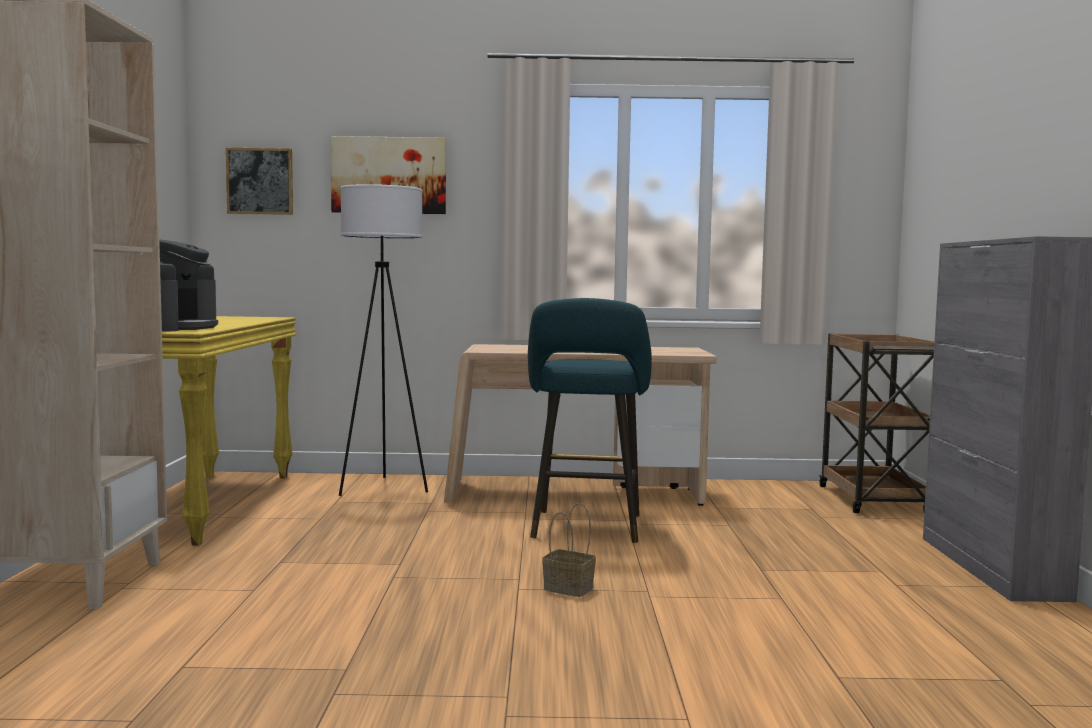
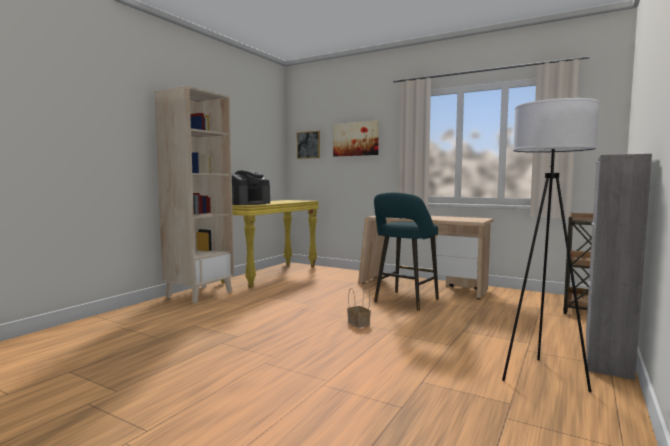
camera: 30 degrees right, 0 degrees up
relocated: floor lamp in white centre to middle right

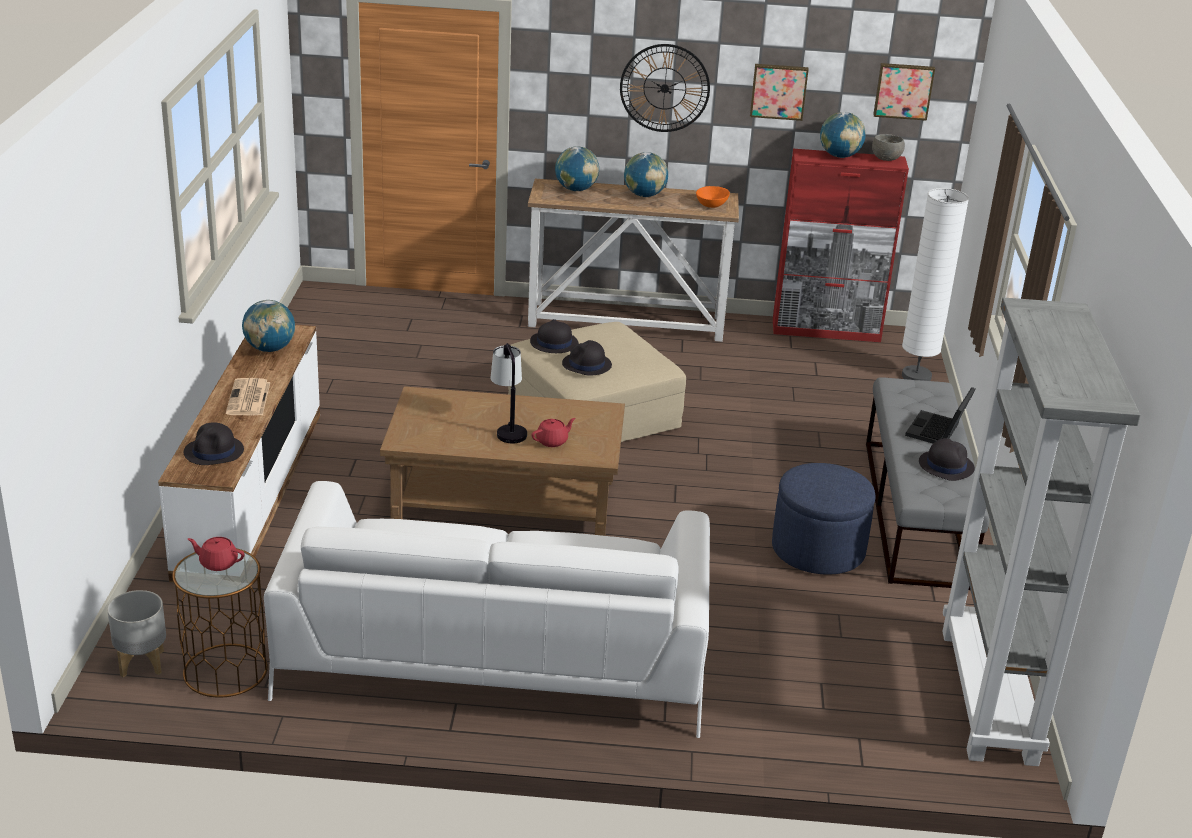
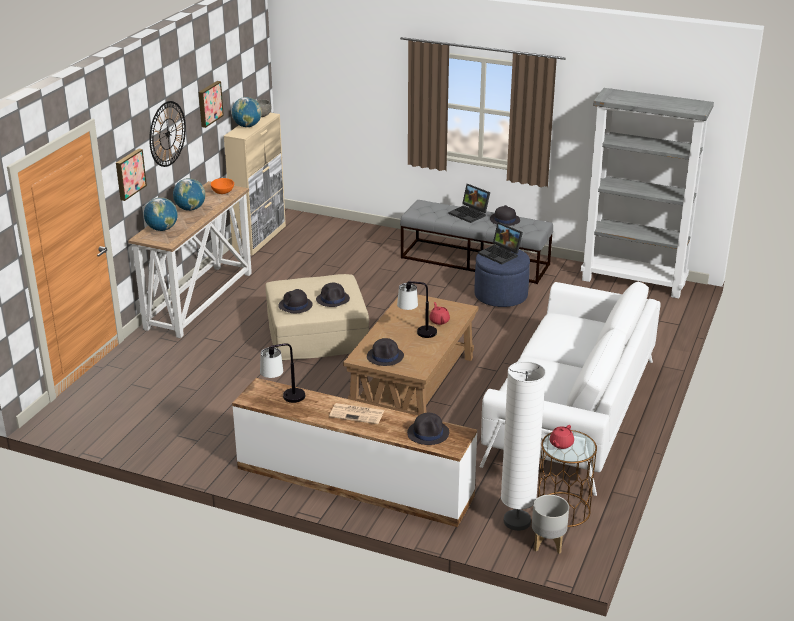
camera: 70 degrees left, 0 degrees up
appeared: hat in black (no. 3 from left) centre; laptop (no. 2 from left) centre
relocated: picture (no. 2 from left in the first image) top right to picture (no. 1 from left) top left; floor lamp in white middle right to bottom centre
exchanged: globe (no. 1 from left) middle left to table lamp (no. 1 from left) centre
colour: cabinet in red top right to cabinet in beige top left

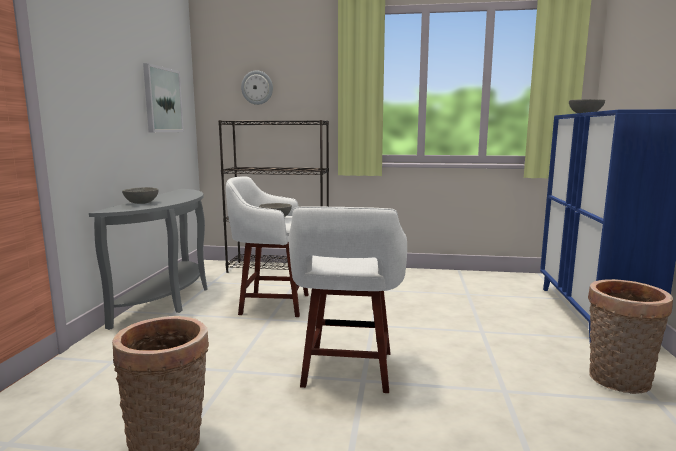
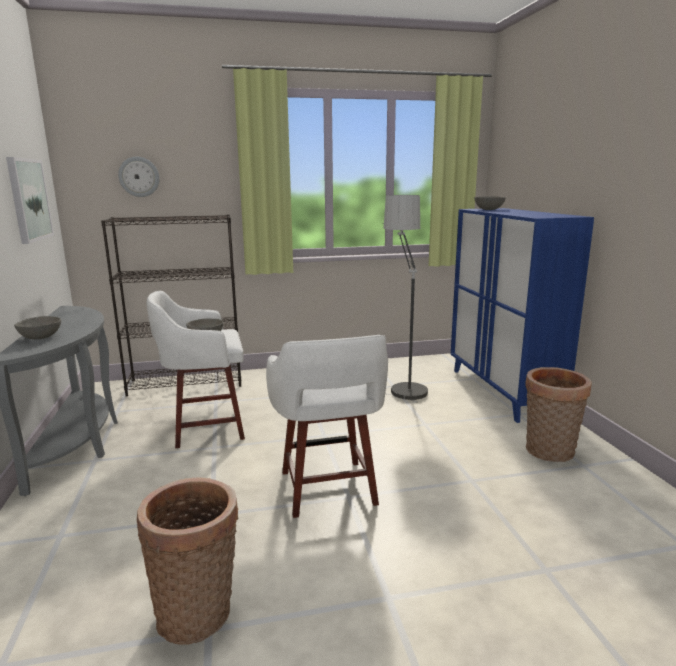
camera: 20 degrees left, 5 degrees up
appeared: floor lamp centre

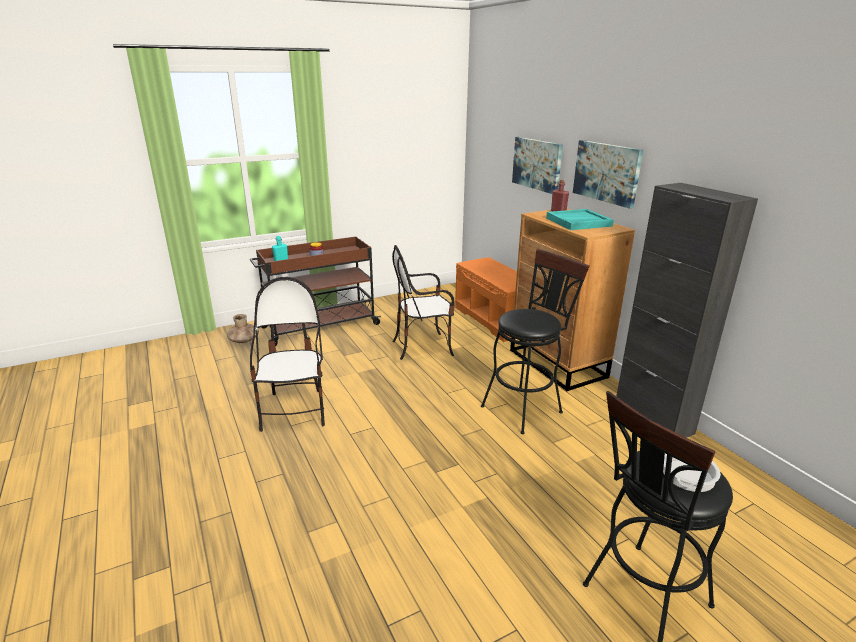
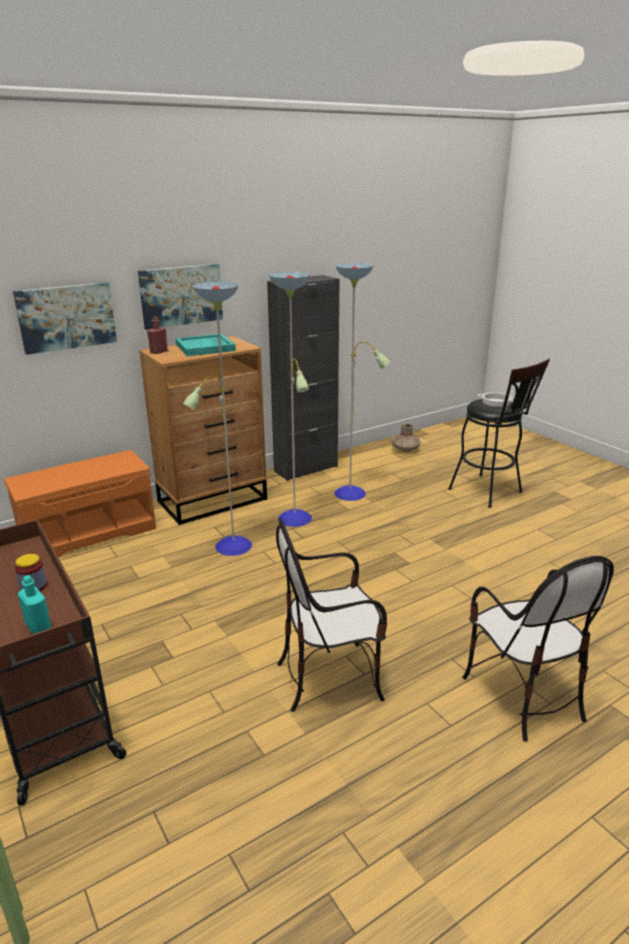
camera: 95 degrees left, 0 degrees up
relocated: vase in brown middle left to centre; chair (no. 2 from left) centre to bottom right
exchanged: stool in black (no. 1 from left) centre to floor lamp centre

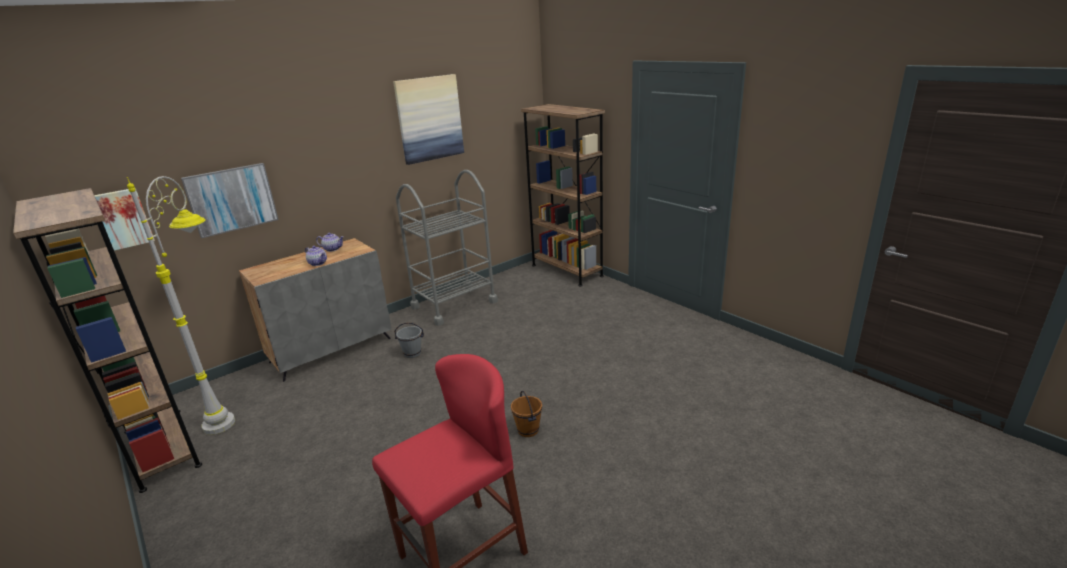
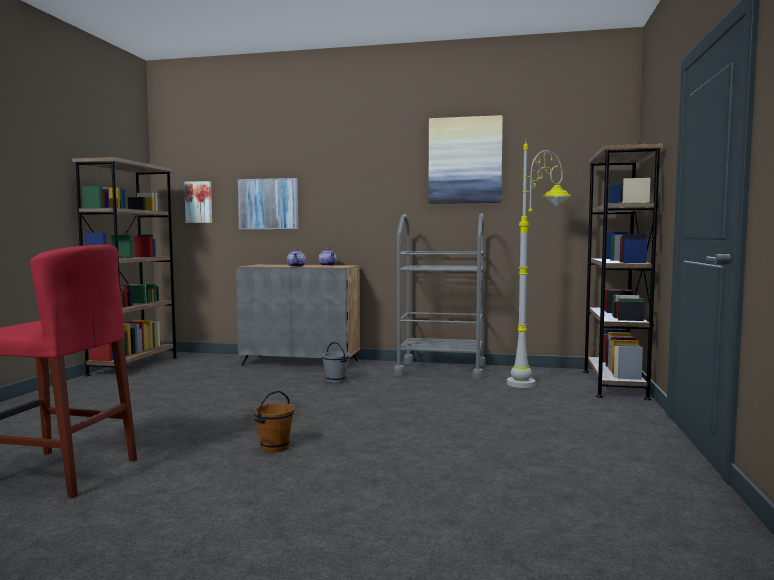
camera: 50 degrees right, 20 degrees down
relocated: floor lamp in grey middle left to middle right

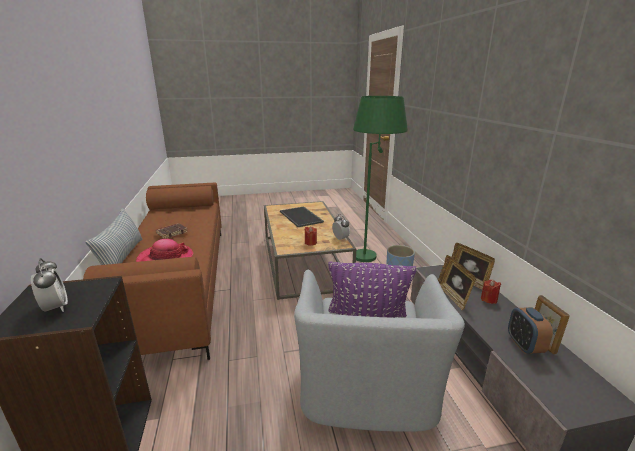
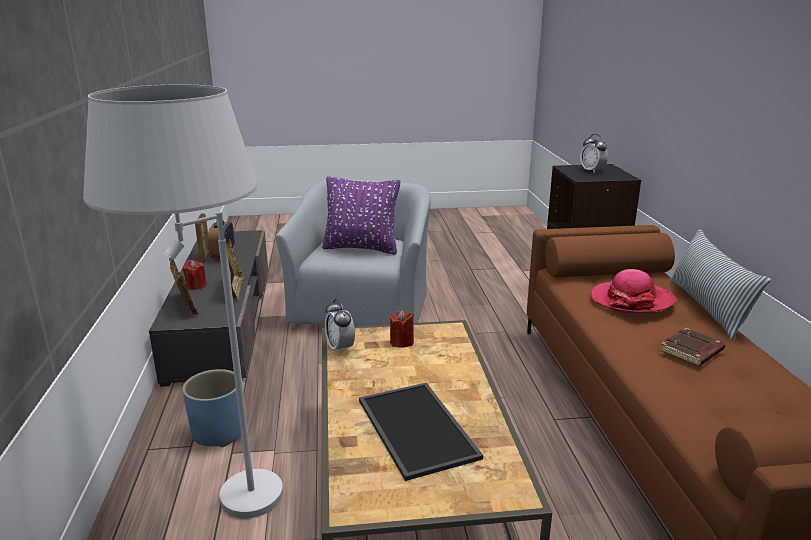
camera: 175 degrees left, 0 degrees up
colour: floor lamp in green centre to floor lamp in white middle left

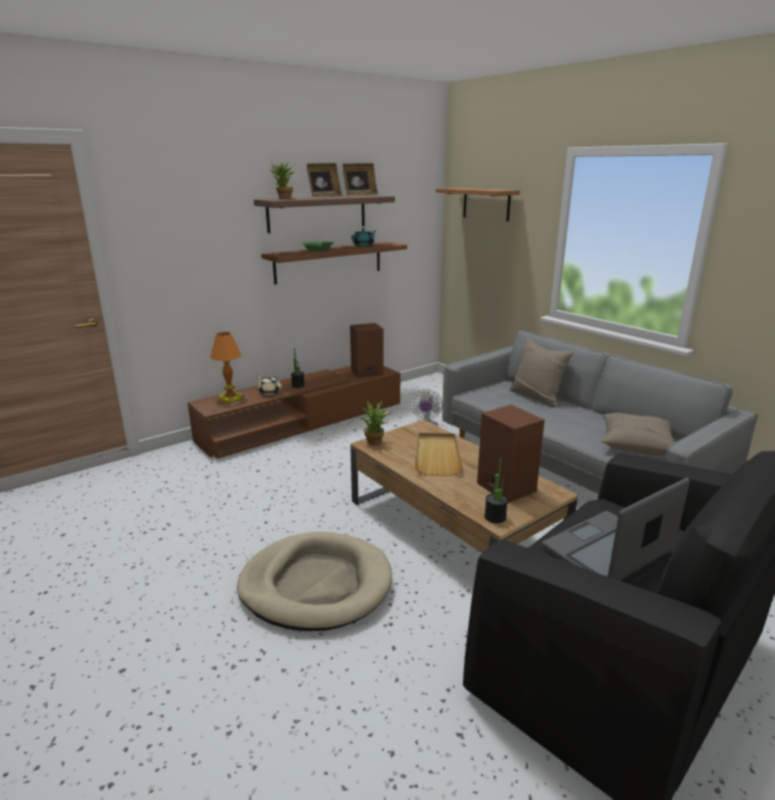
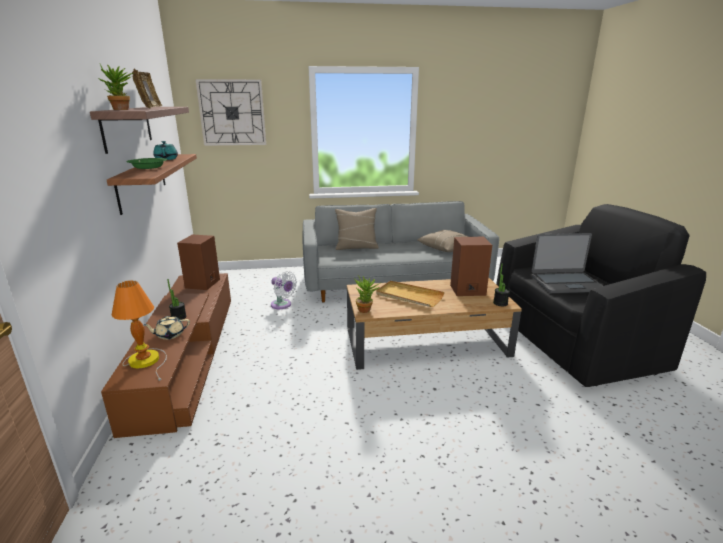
camera: 60 degrees left, 0 degrees up
missing: dog bed in beige bottom centre
exchanged: shelf (no. 3 from left) top centre to wall clock top left
spun: laptop middle right = middle right 90 degrees counterclockwise

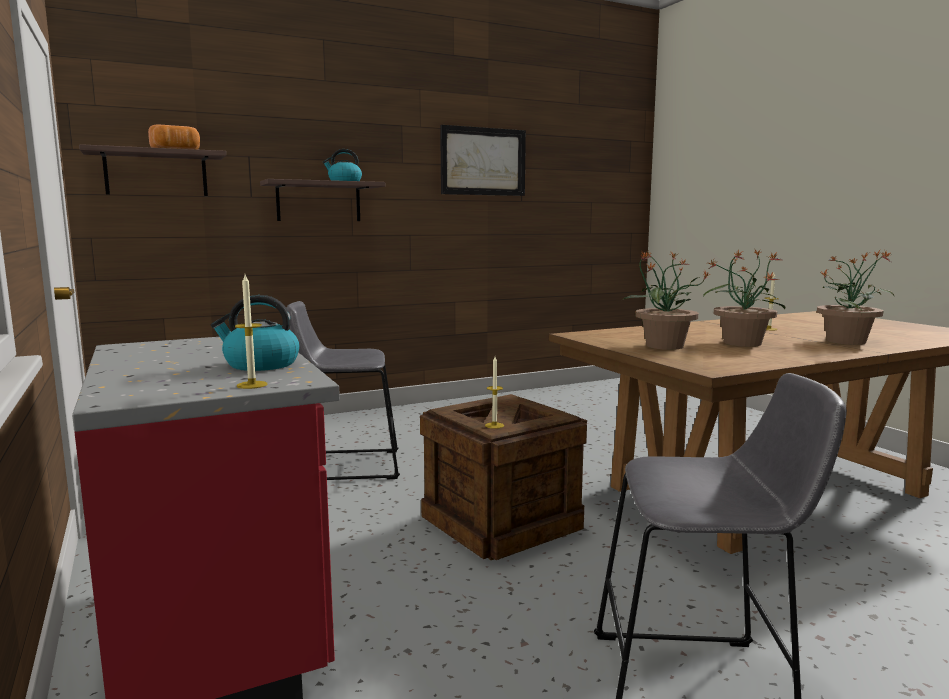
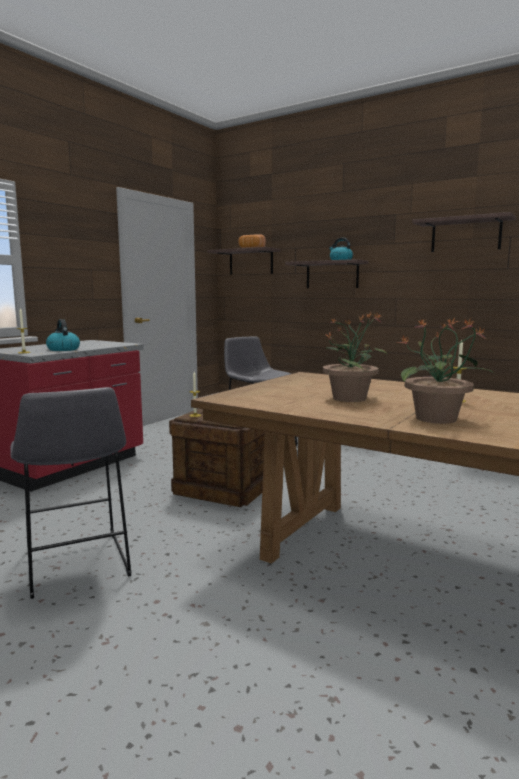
camera: 60 degrees right, 0 degrees up
missing: potted plant (no. 1 from left) middle right
exchanged: picture top centre to shelf (no. 3 from left) top right

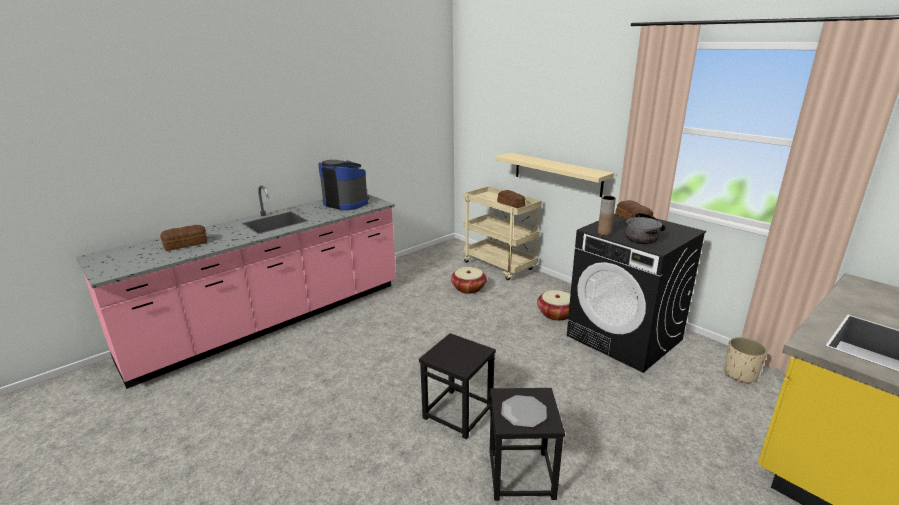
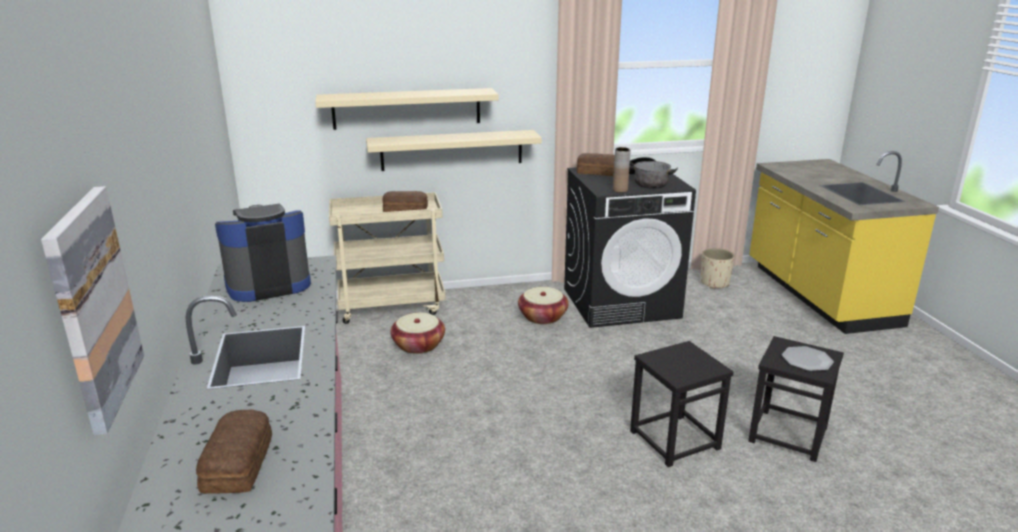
camera: 60 degrees left, 0 degrees up
appeared: picture middle left; shelf in beige (no. 1 from left) top centre

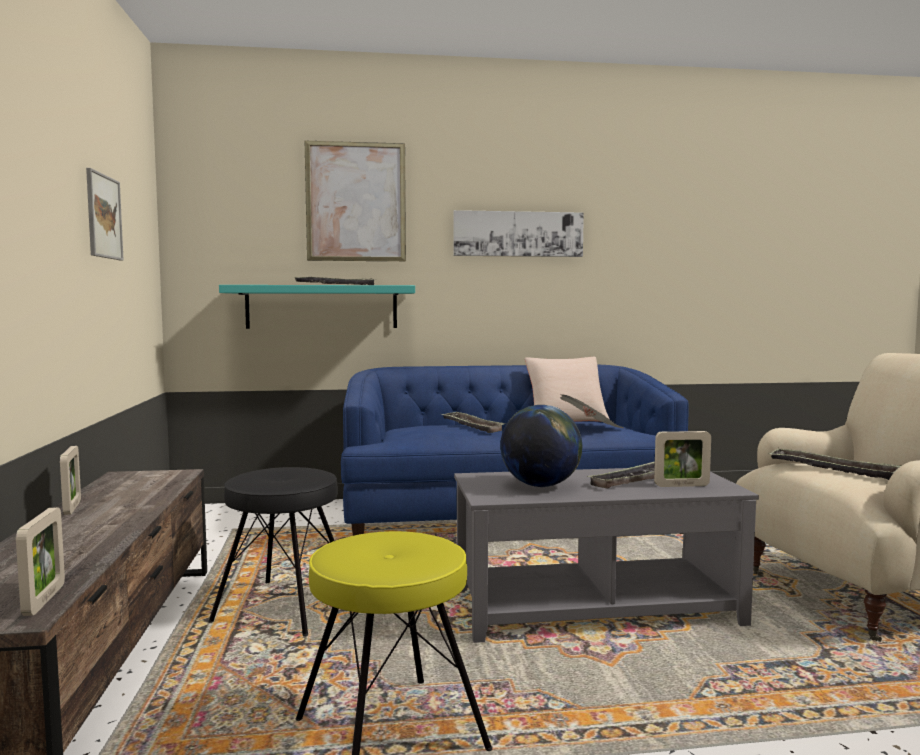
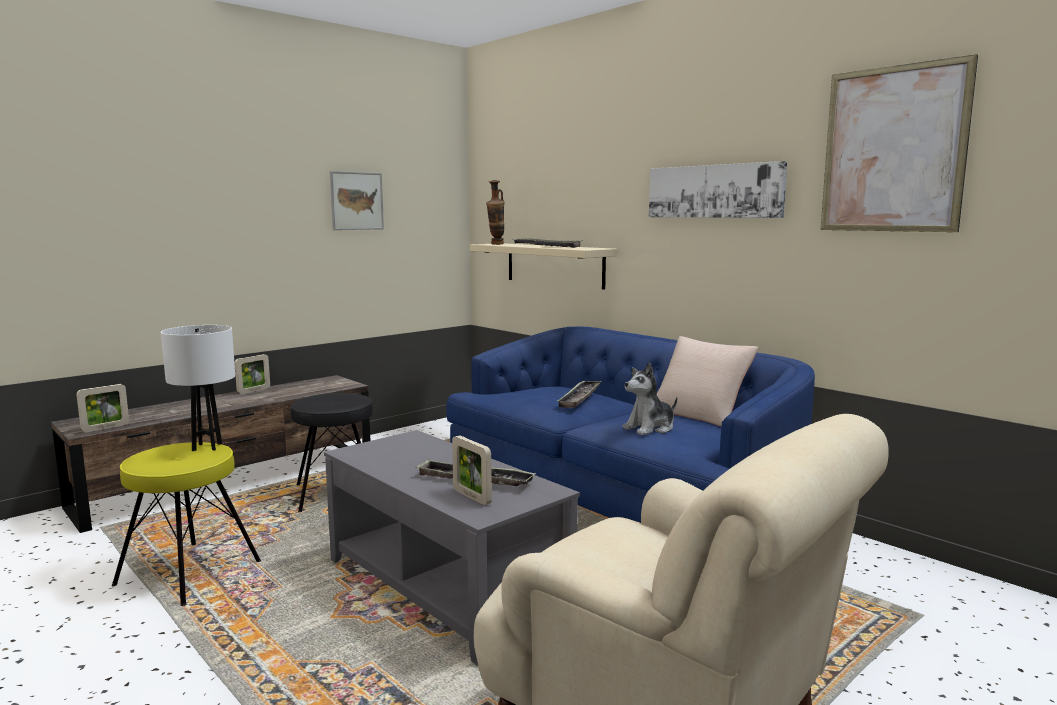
camera: 55 degrees right, 5 degrees up
missing: globe centre; tray (no. 4 from left) middle right
appeared: table lamp in white middle left; vase top centre
relocated: picture (no. 2 from left in the first image) top centre to picture (no. 3 from left) top right
exchanged: newspaper centre to plush toy centre
colour: shelf in turquoise centre to shelf in beige centre

